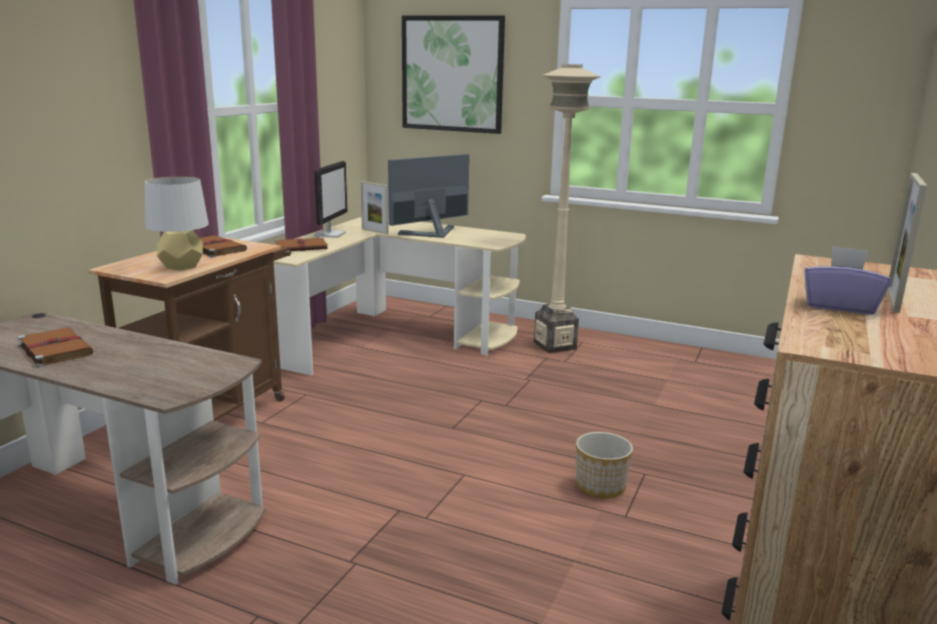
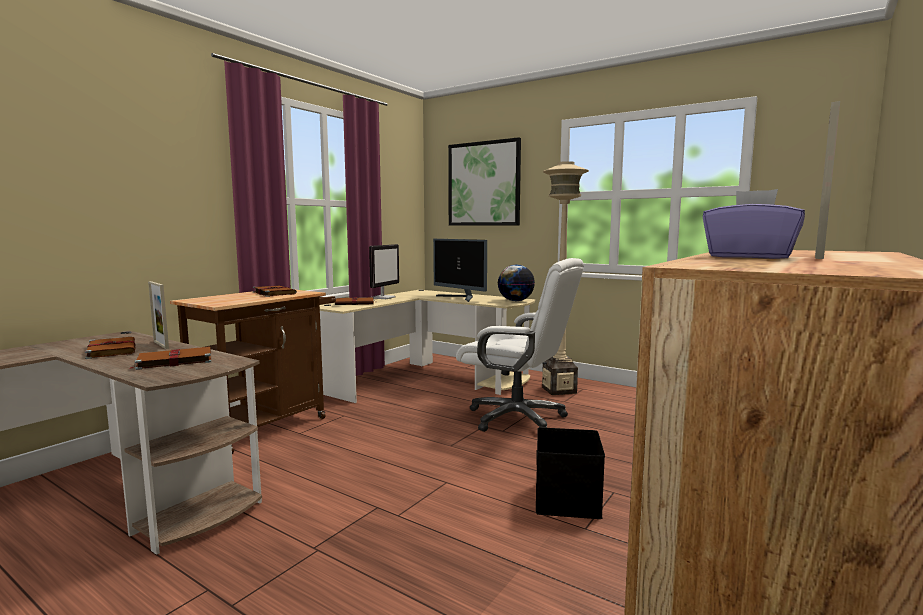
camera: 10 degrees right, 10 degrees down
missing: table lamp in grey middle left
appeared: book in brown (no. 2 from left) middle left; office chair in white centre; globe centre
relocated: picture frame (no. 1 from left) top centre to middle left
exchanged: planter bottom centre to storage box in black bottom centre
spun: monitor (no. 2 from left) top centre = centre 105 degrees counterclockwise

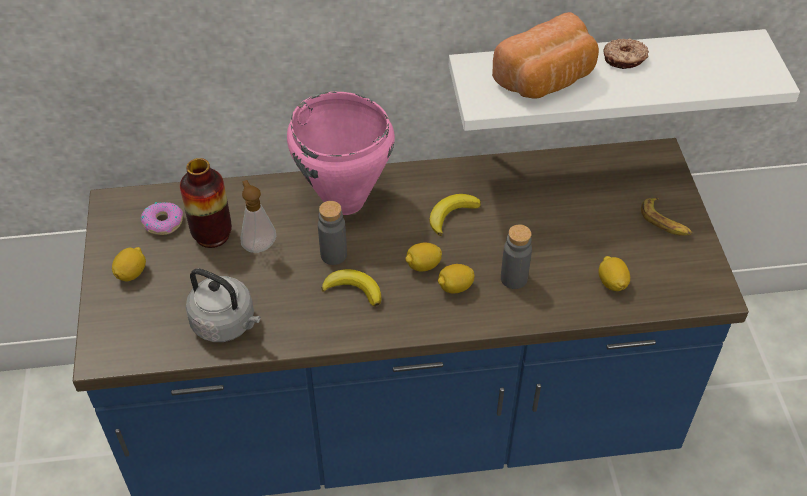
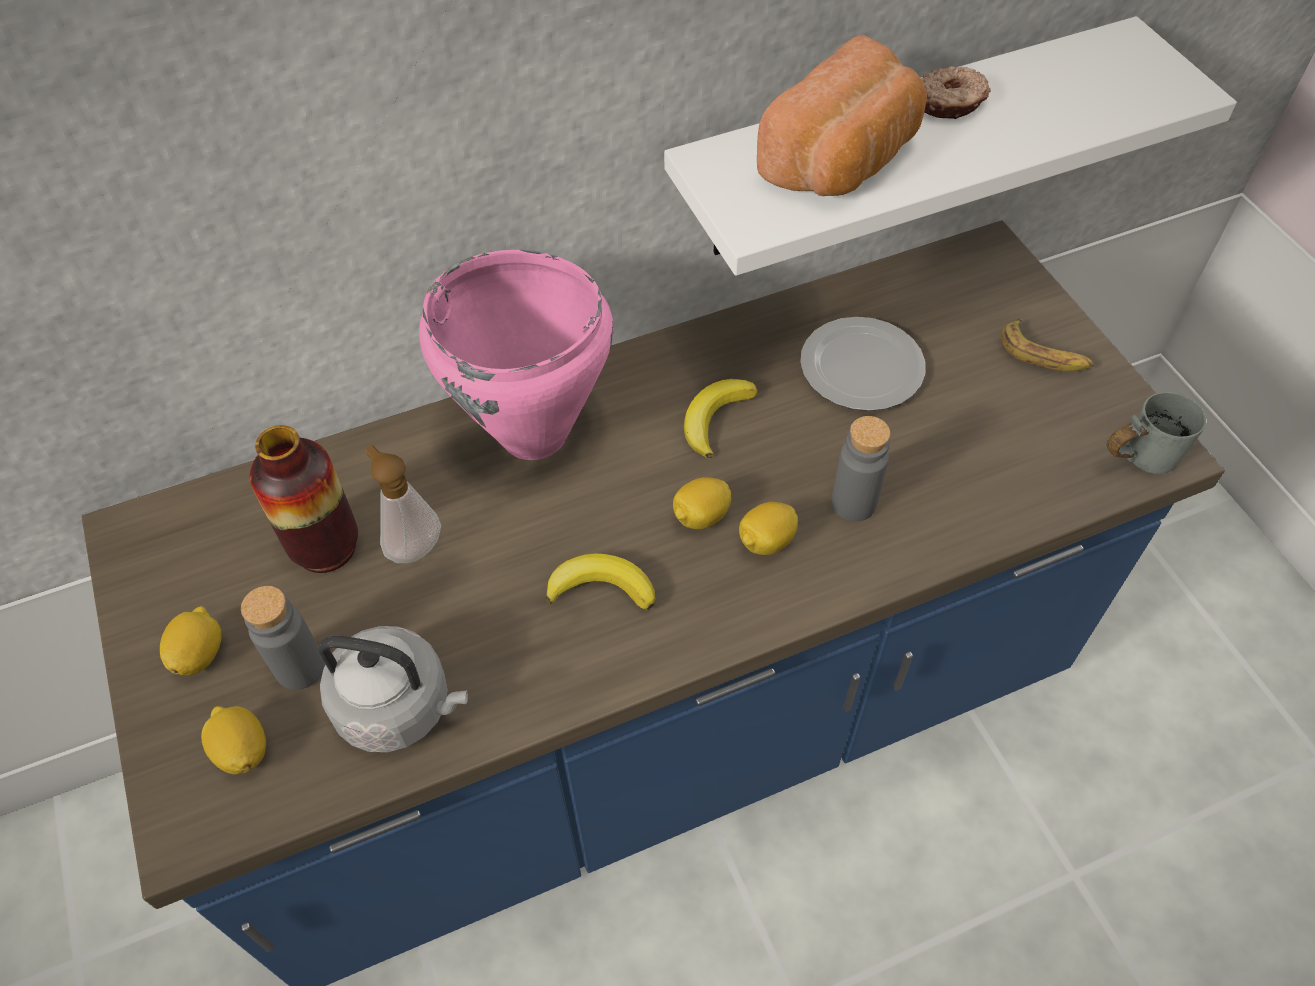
camera: 15 degrees left, 5 degrees up
missing: donut (no. 1 from left) middle left
appeared: plate centre; mug in grey middle right
relocated: bottle in grey (no. 1 from left) centre to middle left; lemon (no. 4 from left in the first image) middle right to lemon (no. 2 from left) bottom left

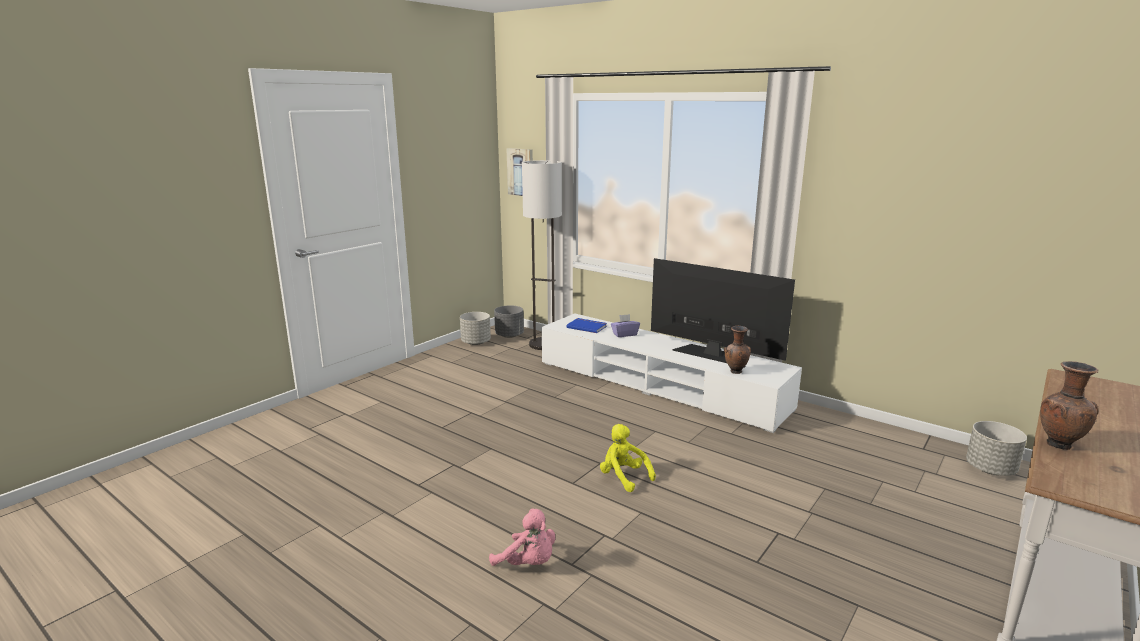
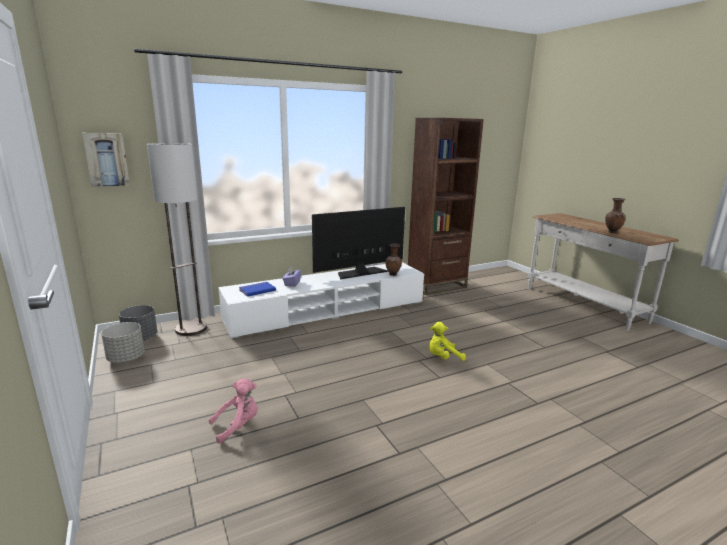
camera: 65 degrees left, 0 degrees up
missing: planter in grey (no. 3 from left) bottom right
appeared: bookcase in brown centre
relocated: plush toy in pink bottom centre to bottom left

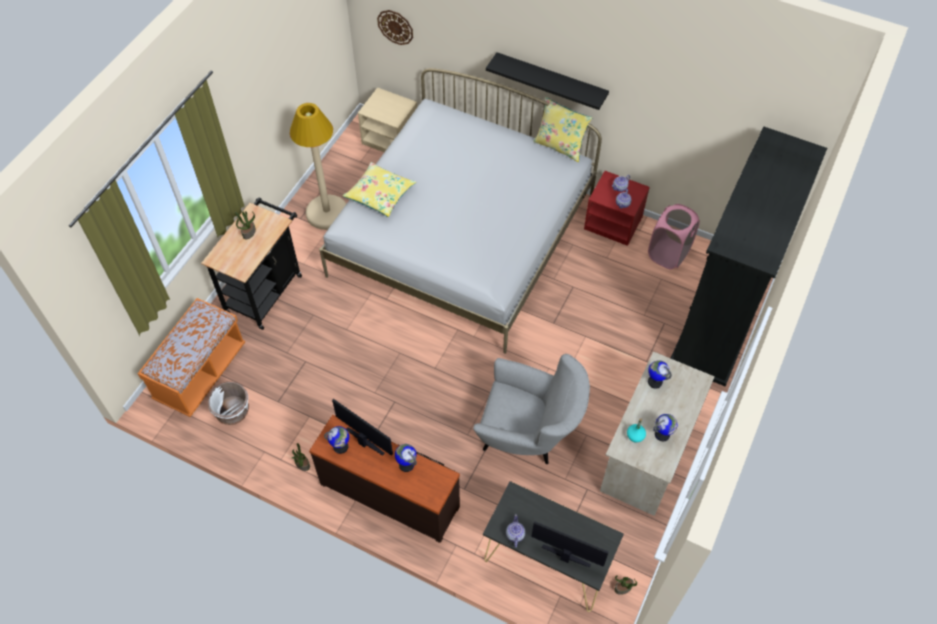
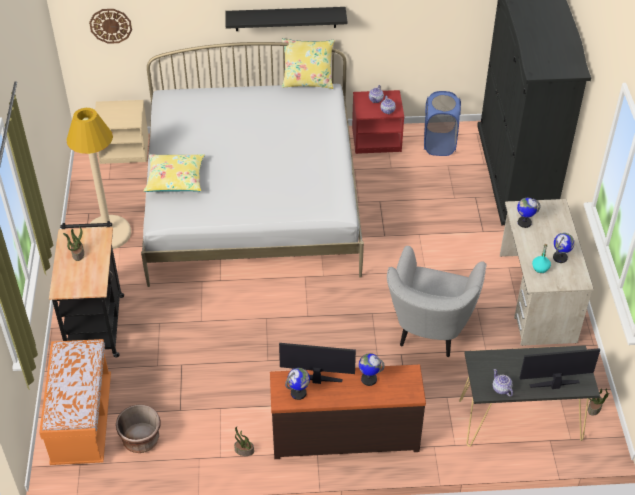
camera: 30 degrees left, 10 degrees down
colour: planter in white middle left to planter in brown bottom left; laundry basket in pink middle right to laundry basket in blue top right
spun: armchair in grey centre = middle right 120 degrees clockwise

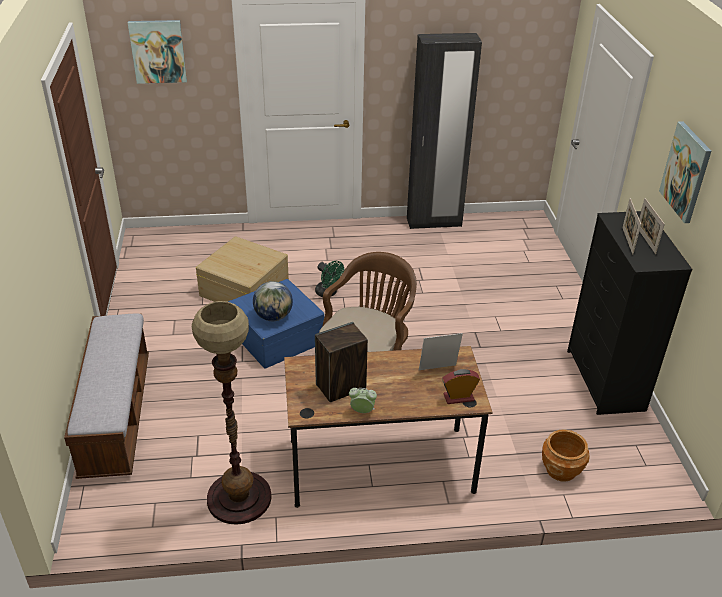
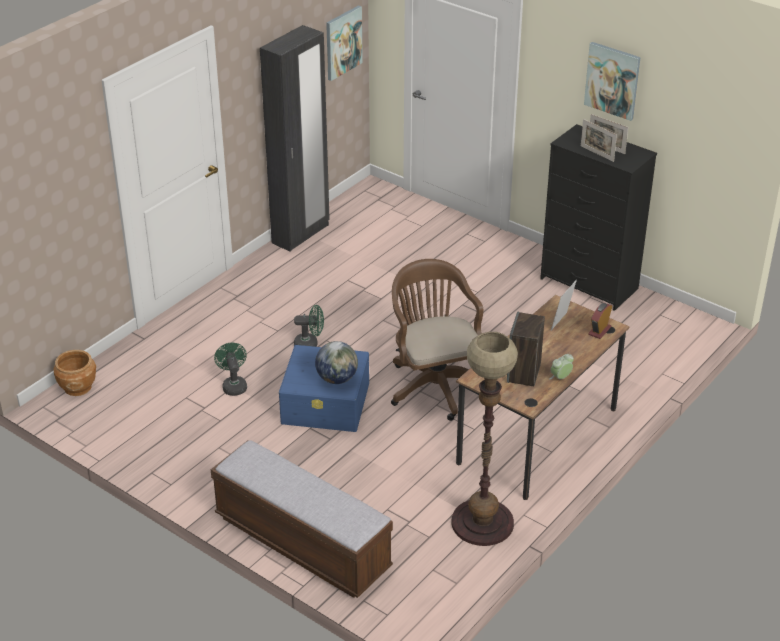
camera: 45 degrees left, 0 degrees up
relocated: picture (no. 1 from left) top left to top centre; planter in brown bottom right to middle left
exchanged: storage box in beige centre to fan in green (no. 1 from left) middle left

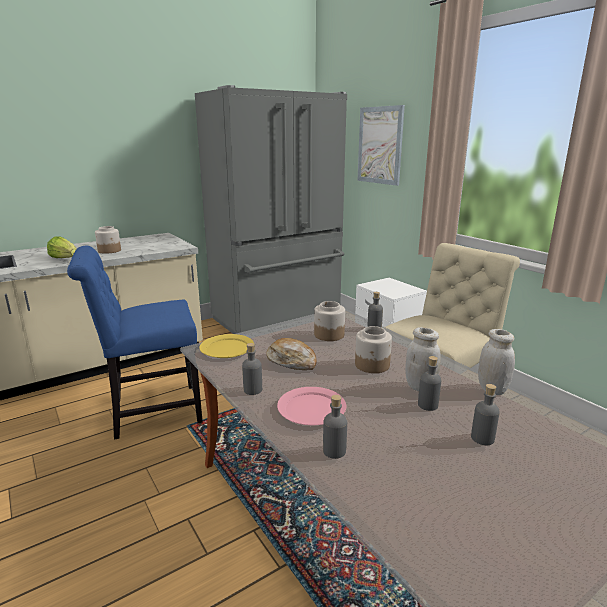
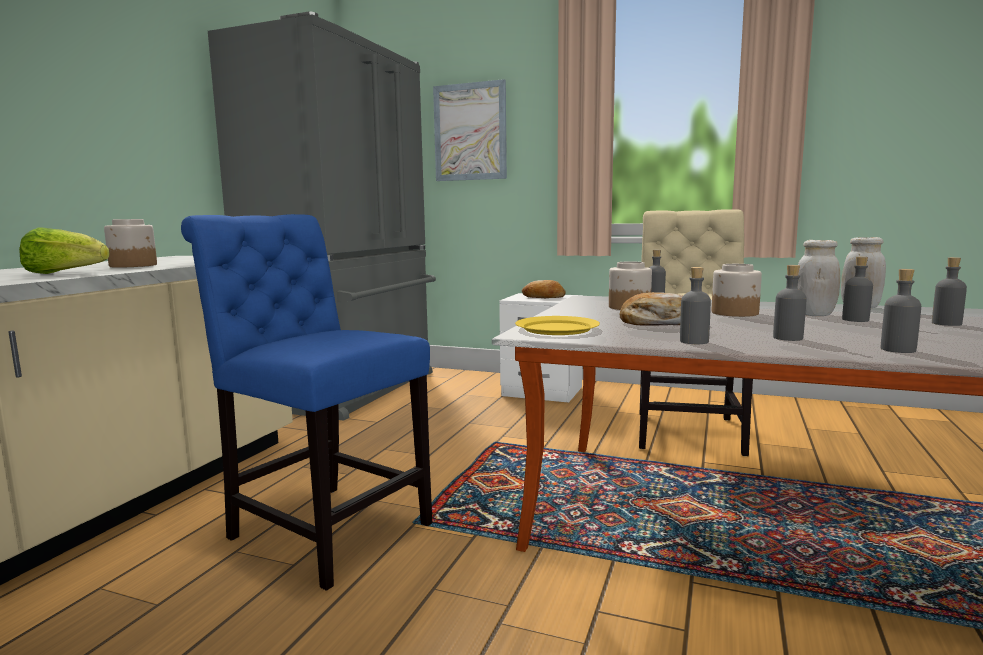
camera: 35 degrees left, 10 degrees down
appeared: bread (no. 1 from left) centre
exchanged: plate in pink bottom centre to bottle in grey (no. 3 from left) middle right
spun: chair in blue middle left = middle left 90 degrees clockwise

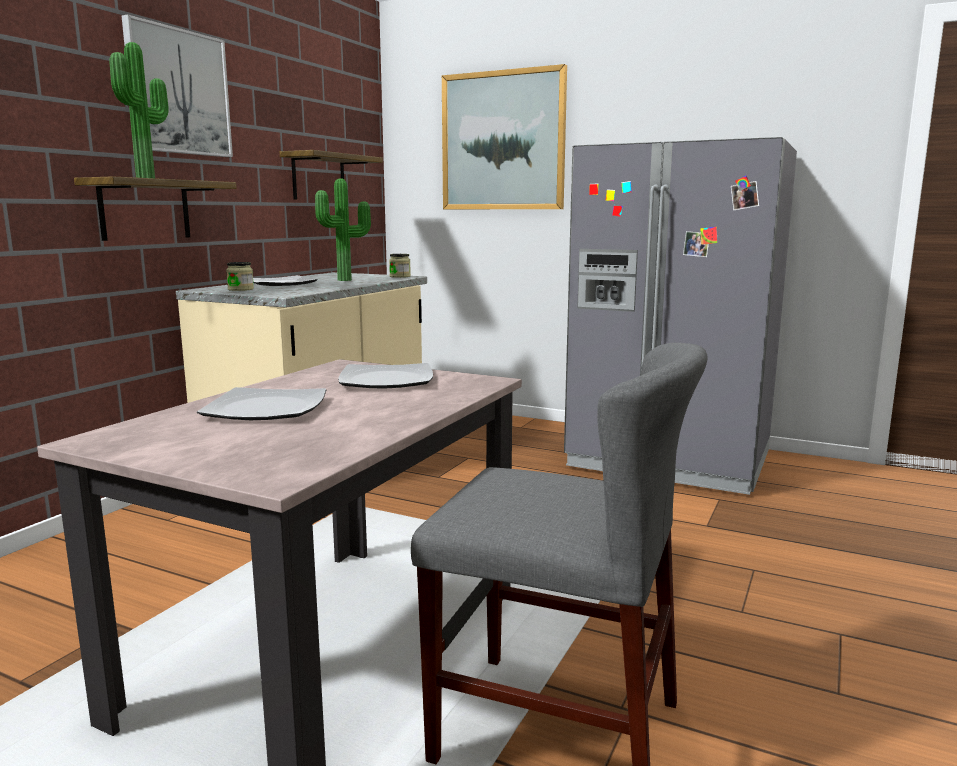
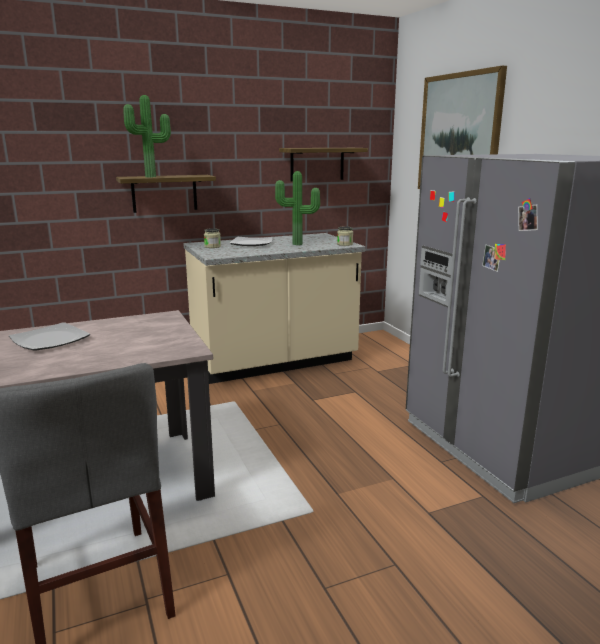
camera: 40 degrees right, 5 degrees up
missing: picture (no. 1 from left) top left; plate (no. 3 from left) centre

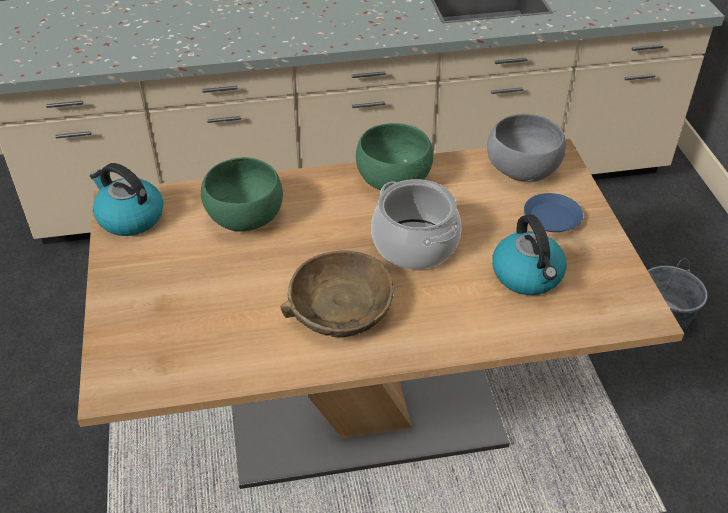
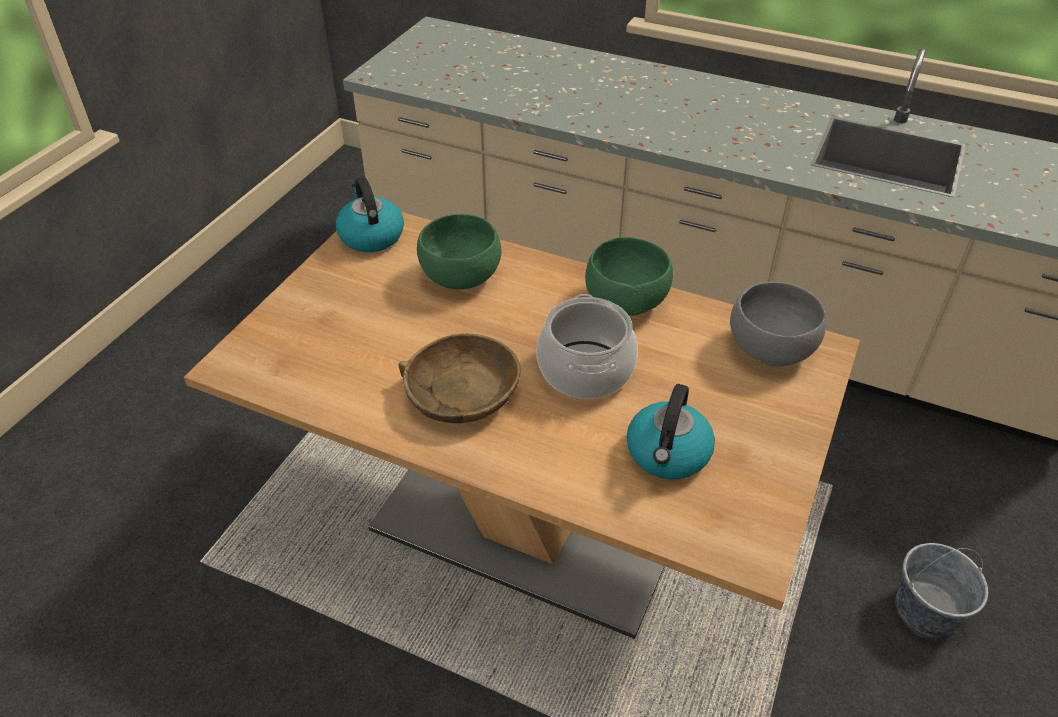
camera: 35 degrees right, 0 degrees up
missing: plate in blue middle right

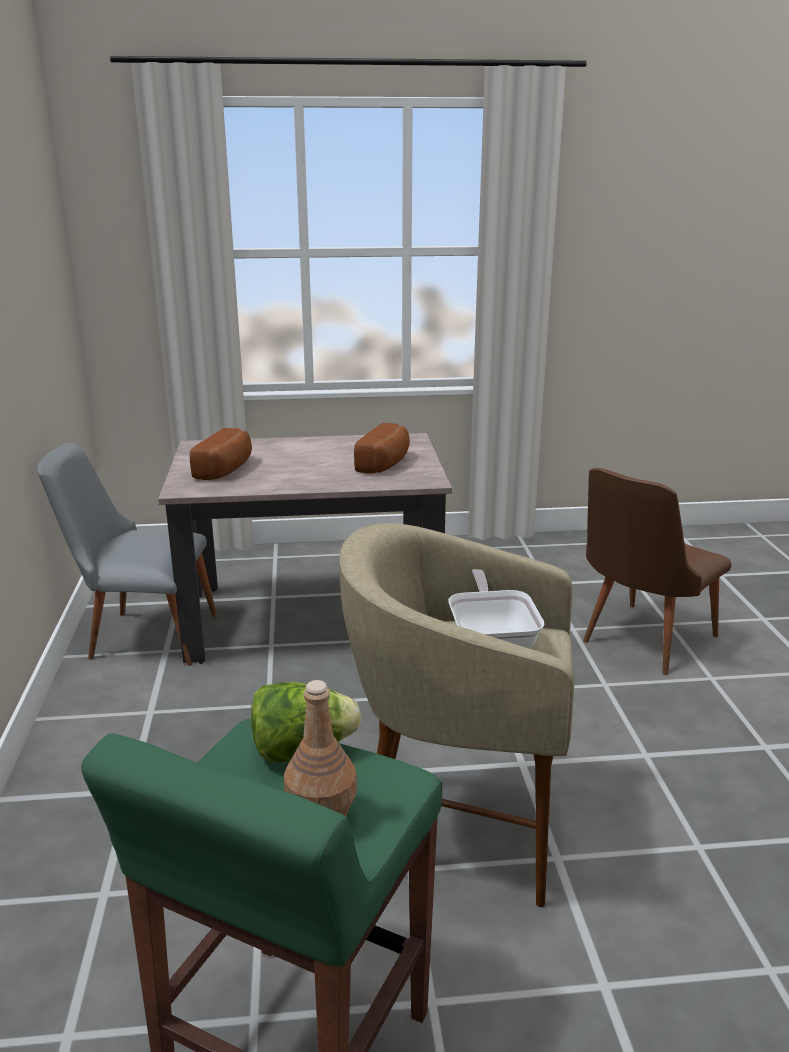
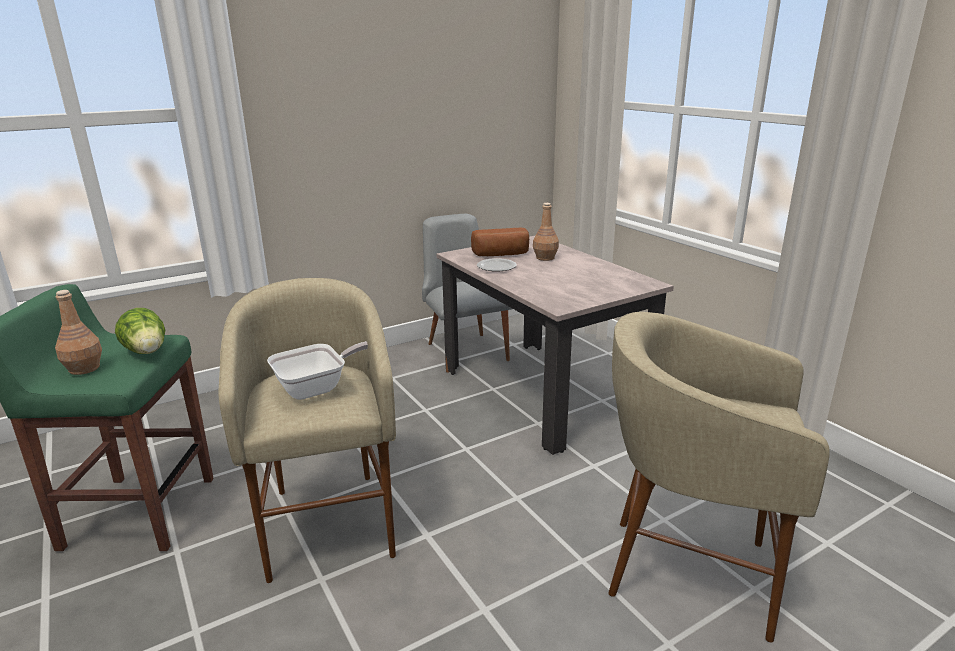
camera: 65 degrees right, 0 degrees up
missing: bread (no. 2 from left) centre
appeared: plate centre; bottle in brown (no. 2 from left) centre
exchanged: chair in brown middle right to stool in beige (no. 2 from left) bottom right

